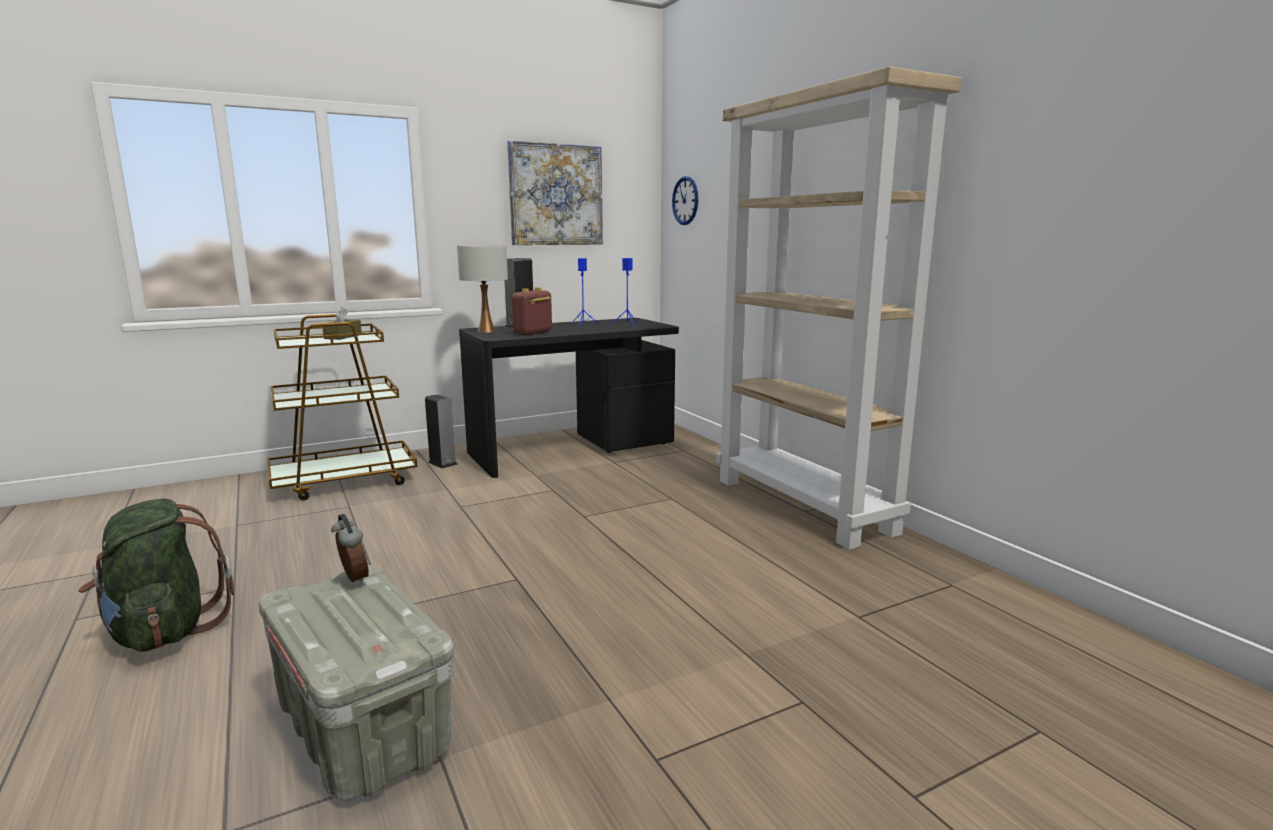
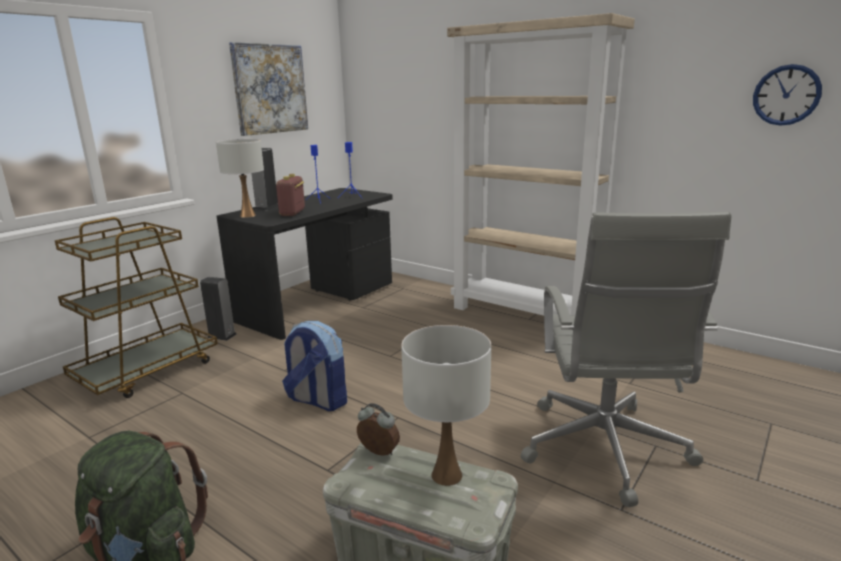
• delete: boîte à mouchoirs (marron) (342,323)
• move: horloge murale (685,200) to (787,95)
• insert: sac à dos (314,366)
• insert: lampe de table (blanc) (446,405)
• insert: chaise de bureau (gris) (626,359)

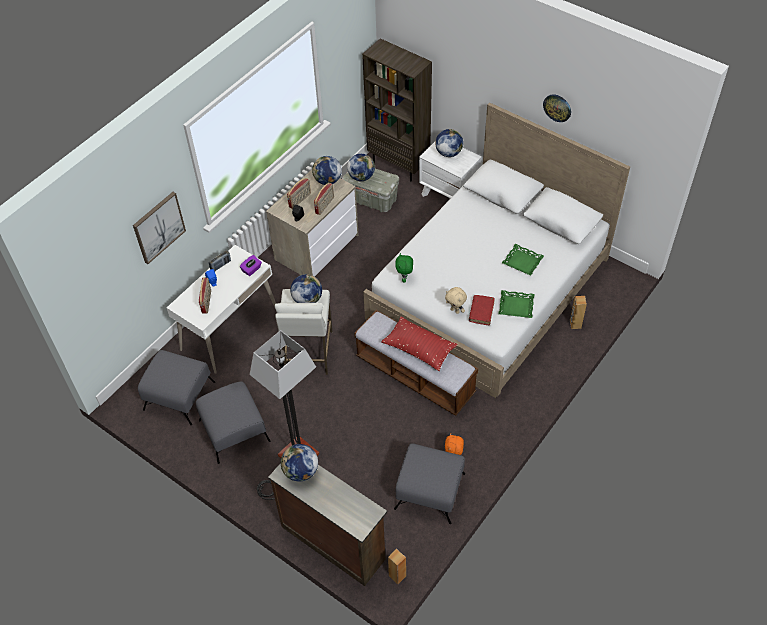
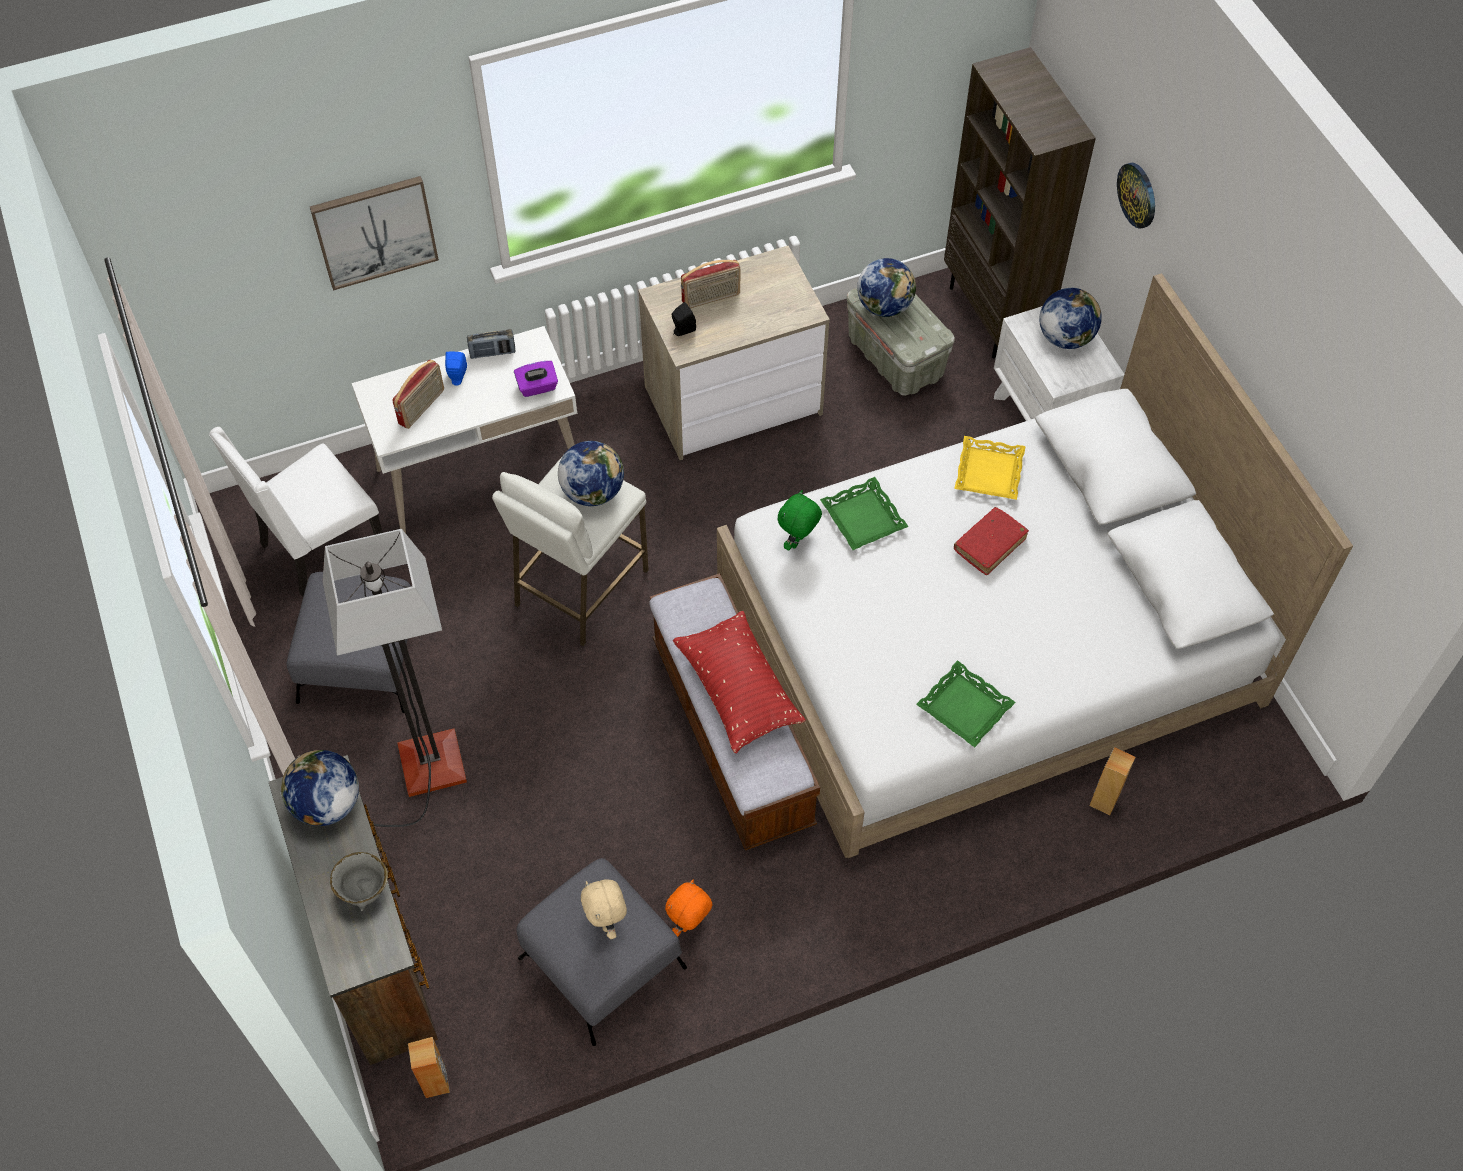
• replace: pouf (gris) (176,387) to chaise (blanc) (296,512)
• delete: globe (327,170)
• delete: radio (324,199)
• move: peluche (beige) (456,300) to (604,909)
• move: livre (rouge) (482,310) to (991,541)
• move: plateau (vert) (523,260) to (864,513)
• move: horloge murale (557,108) to (1136,196)
• insert: bol (gris) (359,881)
• insert: plateau (jaune) (990,468)

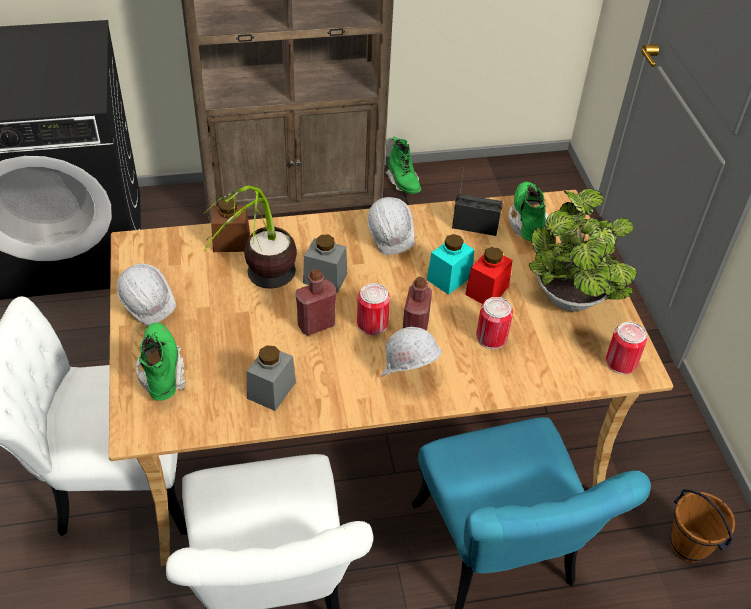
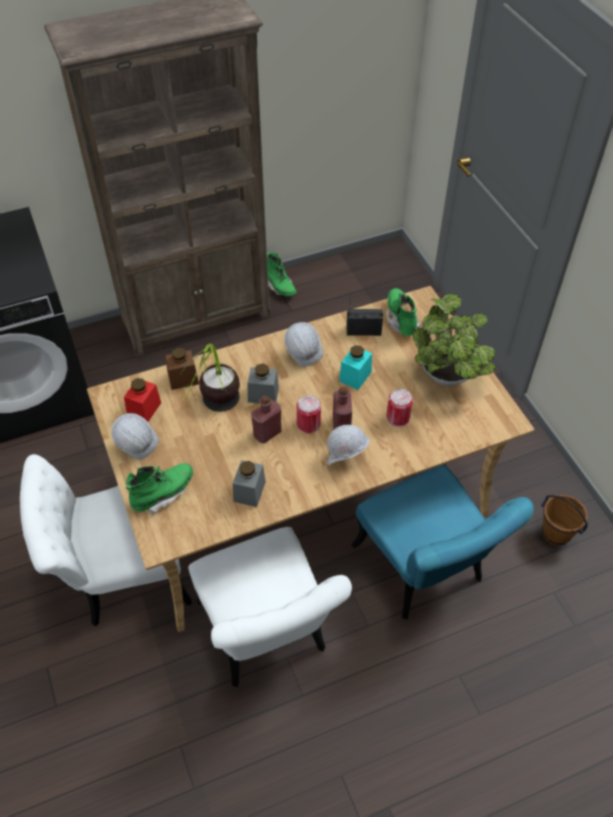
• rotate: botte (vert) (161,362) = (159,489) 75 degrees clockwise
• move: bocal (rouge) (489,275) to (142,400)
• delete: boîte métallique (626,348)

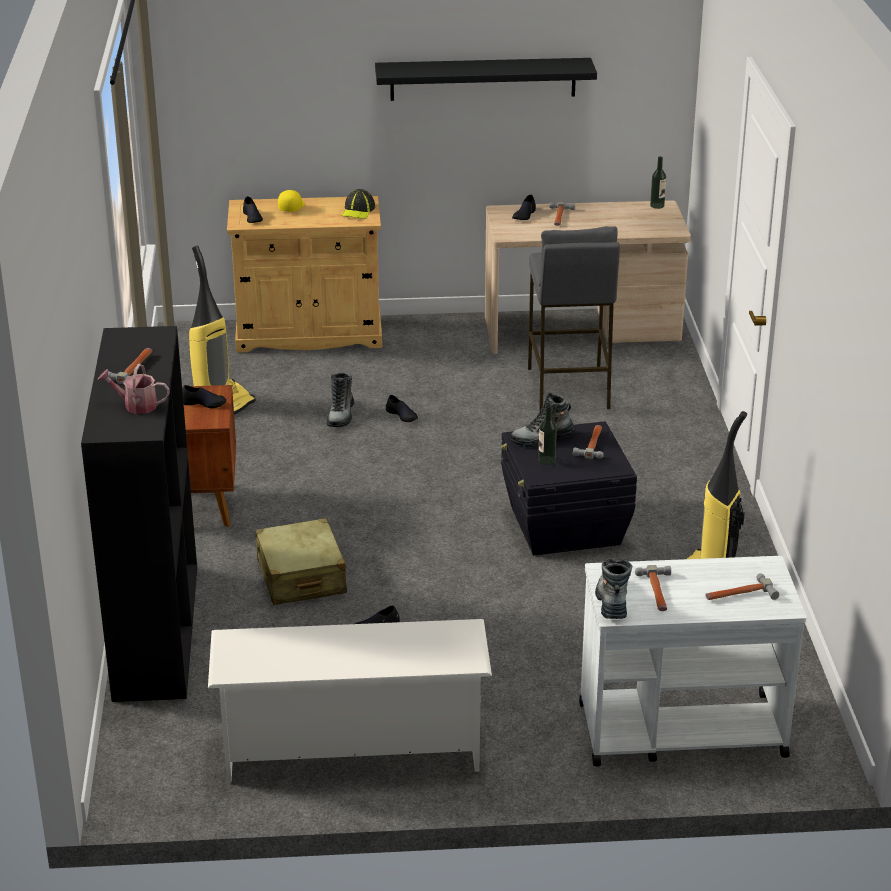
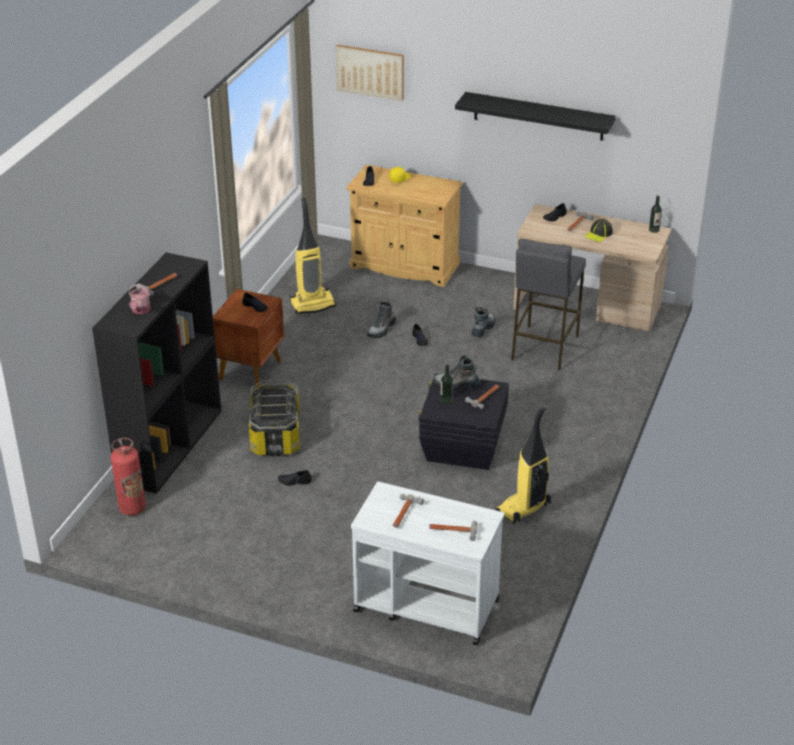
• rotate: arrosoir (133,389) = (140,299) 120 degrees counterclockwise
• delete: étagère à chaussures (blanc) (350,701)
• replace: valise (beige) (301,561) to boîte de rangement (274,418)
• move: casquette (358,204) to (599,230)
• move: botte (613,588) to (483,322)
• insert: extincteur (128,477)
• insert: tableau (370,73)

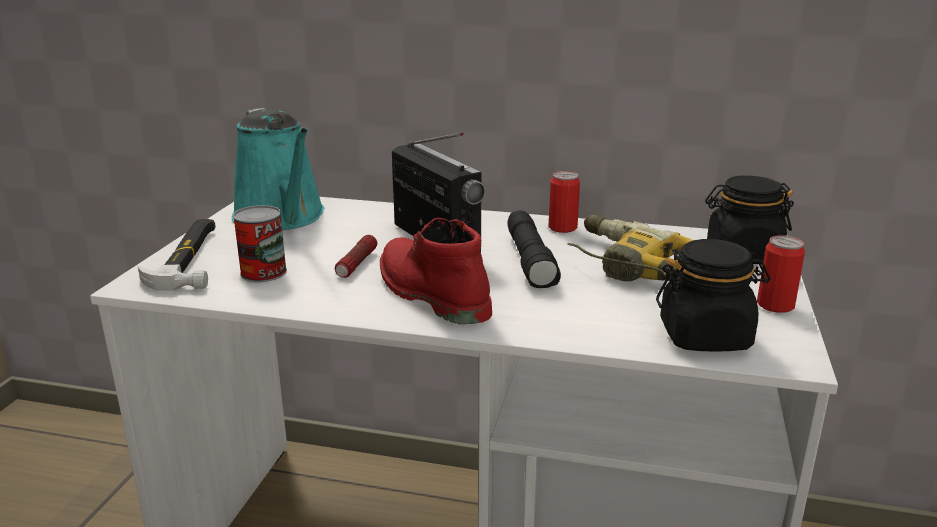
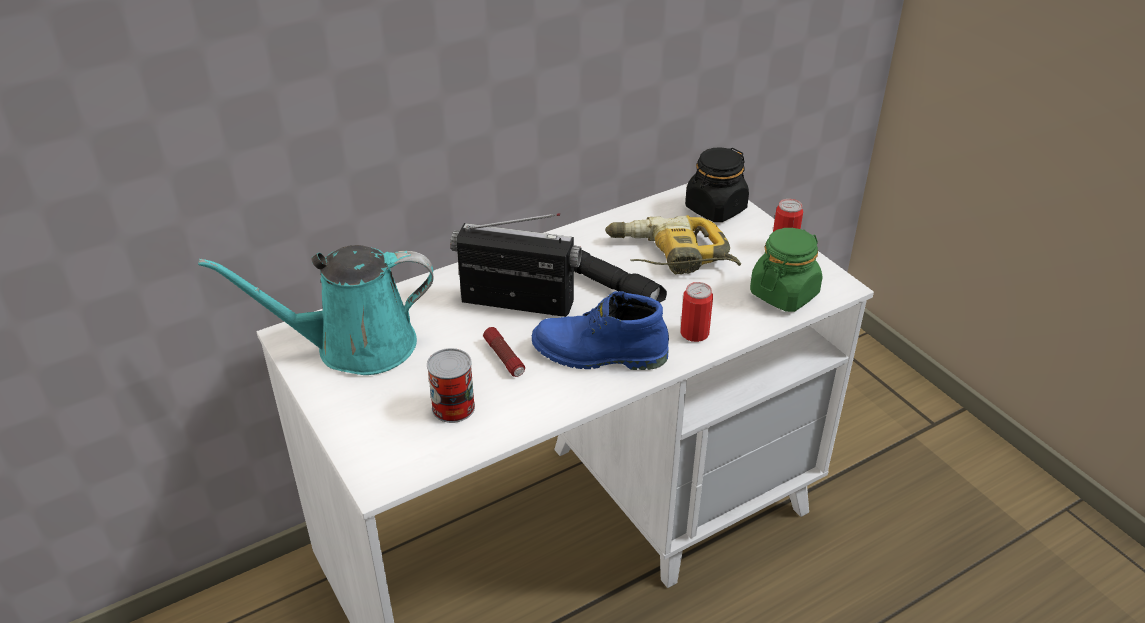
• delete: marteau (177,255)
• rotate: arrosoir (turquoise) (278,169) = (316,310) 150 degrees clockwise
• recolor: botte (rouge) (436,271) to botte (bleu) (600,330)
• move: boîte métallique (564,202) to (696,312)
• recolor: bocal (noir) (713,295) to bocal (vert) (786,270)

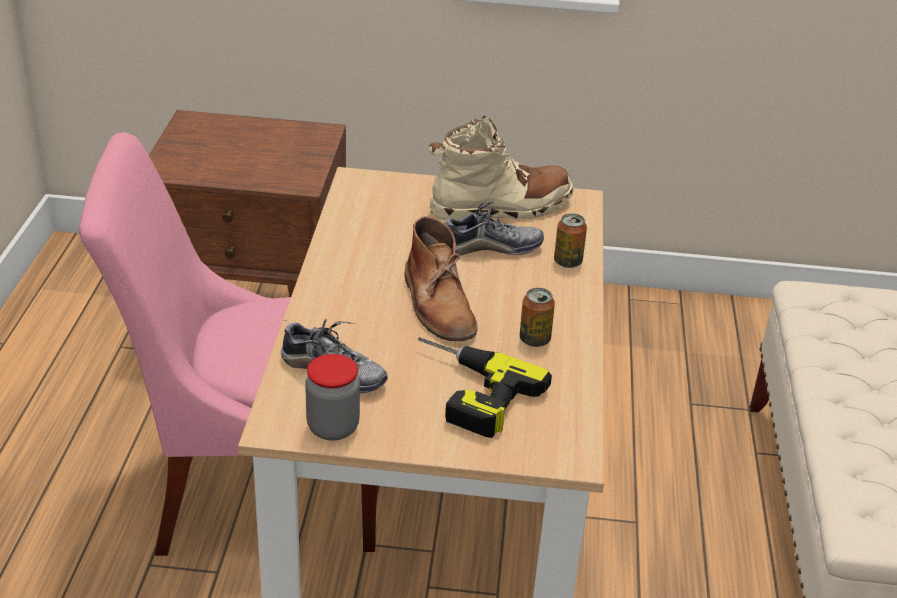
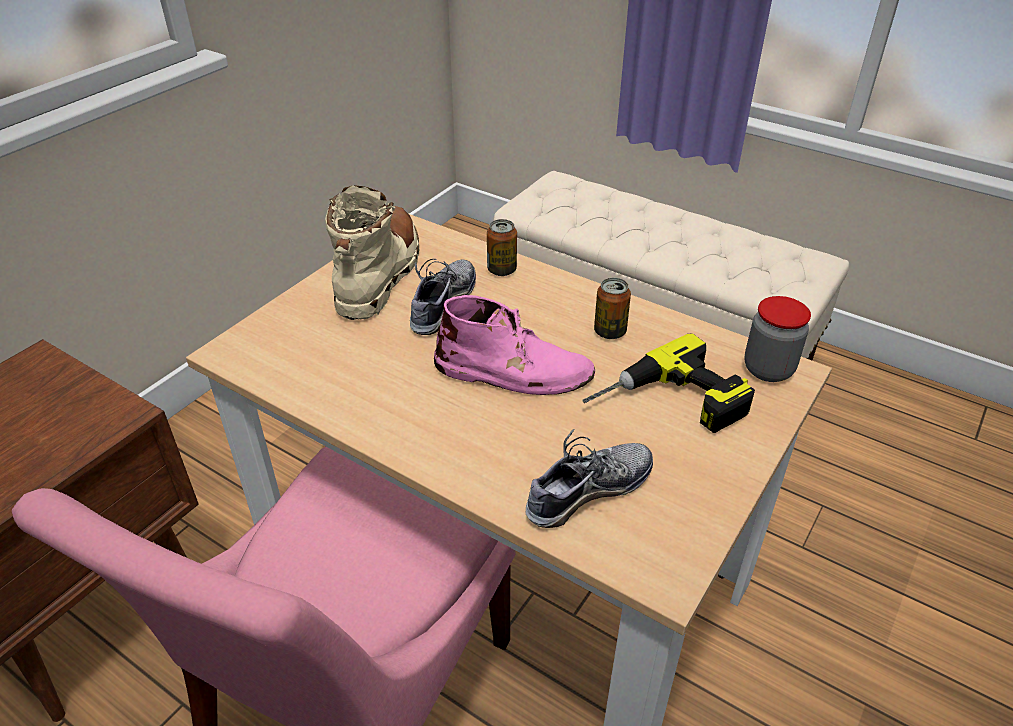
• move: bocal (332,397) to (777,339)
• recolor: botte (marron) (440,278) to botte (rose) (514,345)

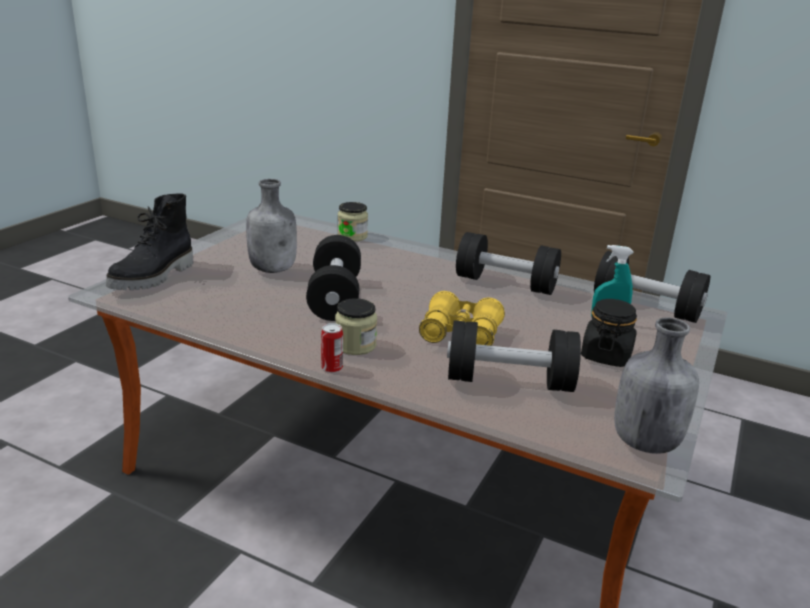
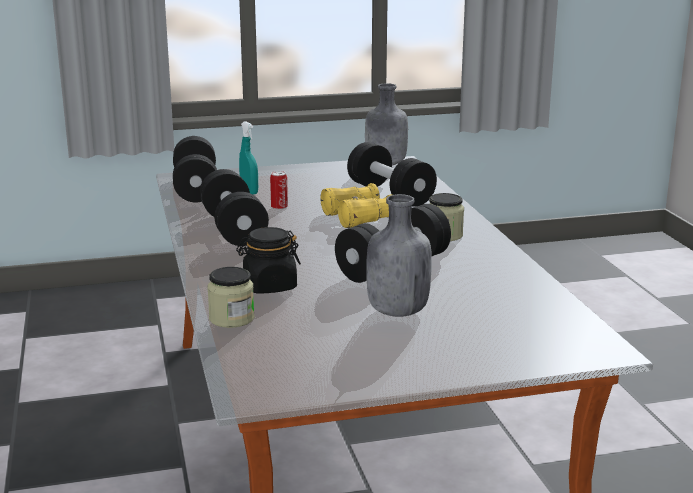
• delete: botte (noir) (149,241)
• move: boîte métallique (332,348) to (279,190)
• move: bocal (noir) (609,333) to (268,260)

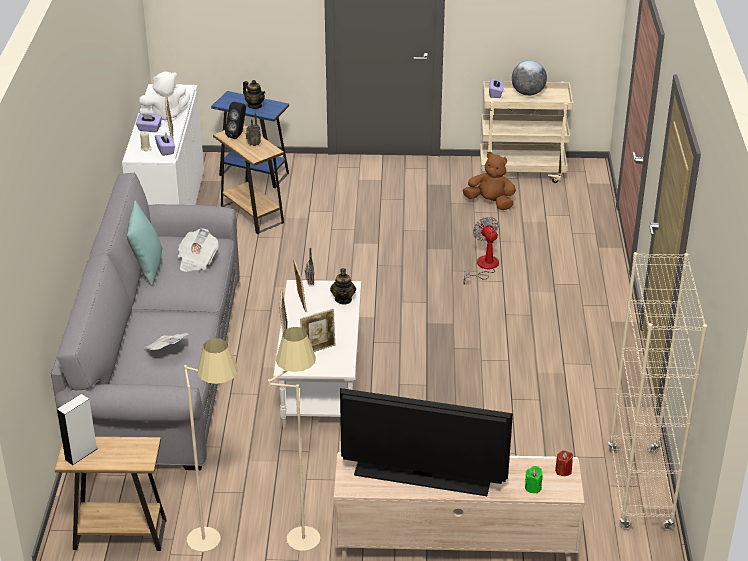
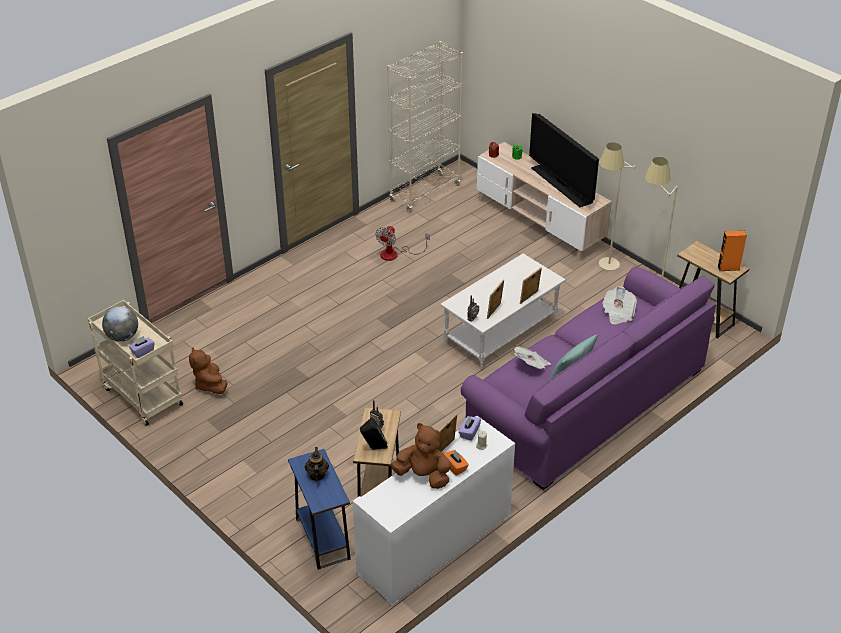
• recolor: canapé (gris) (145,321) to canapé (violet) (588,378)
• recolor: enceinte (gris) (77,429) to enceinte (orange) (732,251)
• recolor: boîte à mouchoirs (violet) (149,122) to boîte à mouchoirs (orange) (456,463)
• recolor: peluche (blanc) (164,96) to peluche (marron) (421,456)
• delete: cadre photo (318,330)
• delete: théière (343,286)
• move: ventilateur (481,251) to (402,243)

